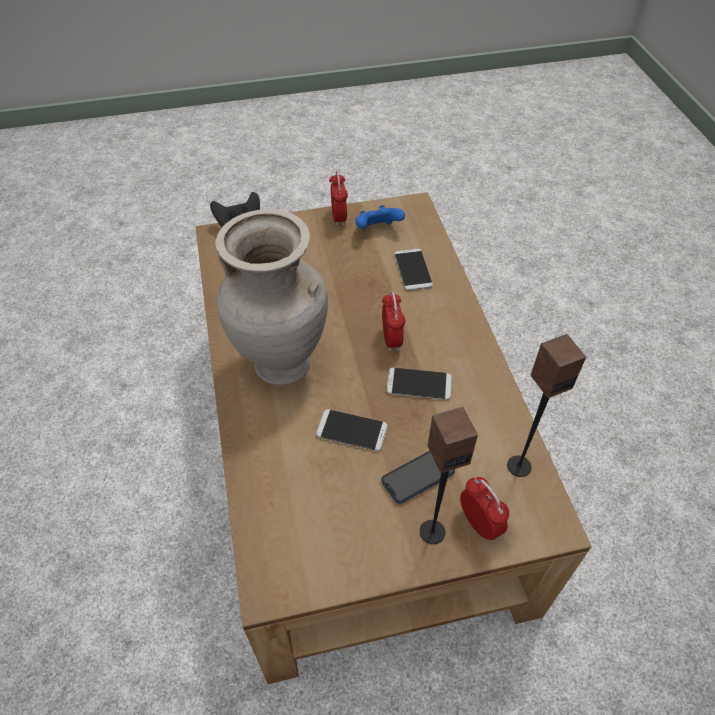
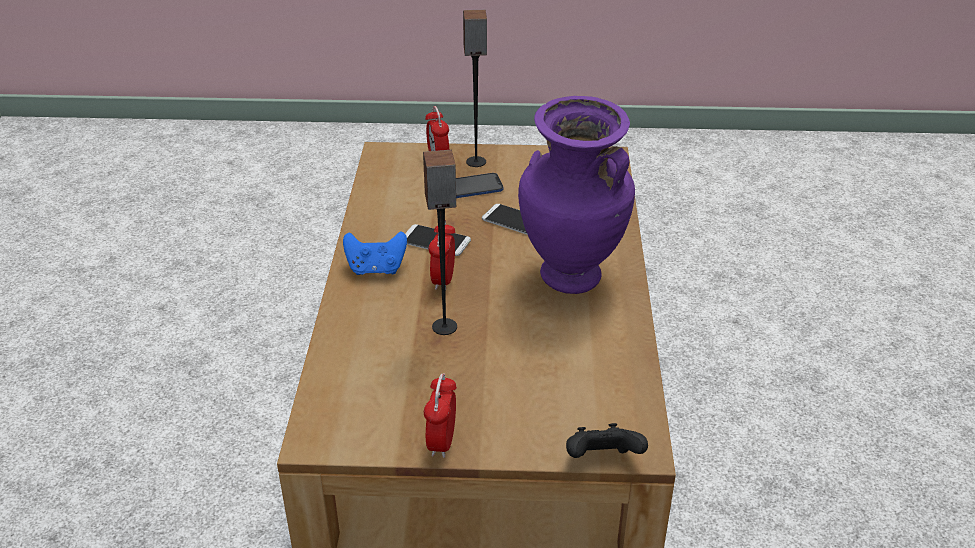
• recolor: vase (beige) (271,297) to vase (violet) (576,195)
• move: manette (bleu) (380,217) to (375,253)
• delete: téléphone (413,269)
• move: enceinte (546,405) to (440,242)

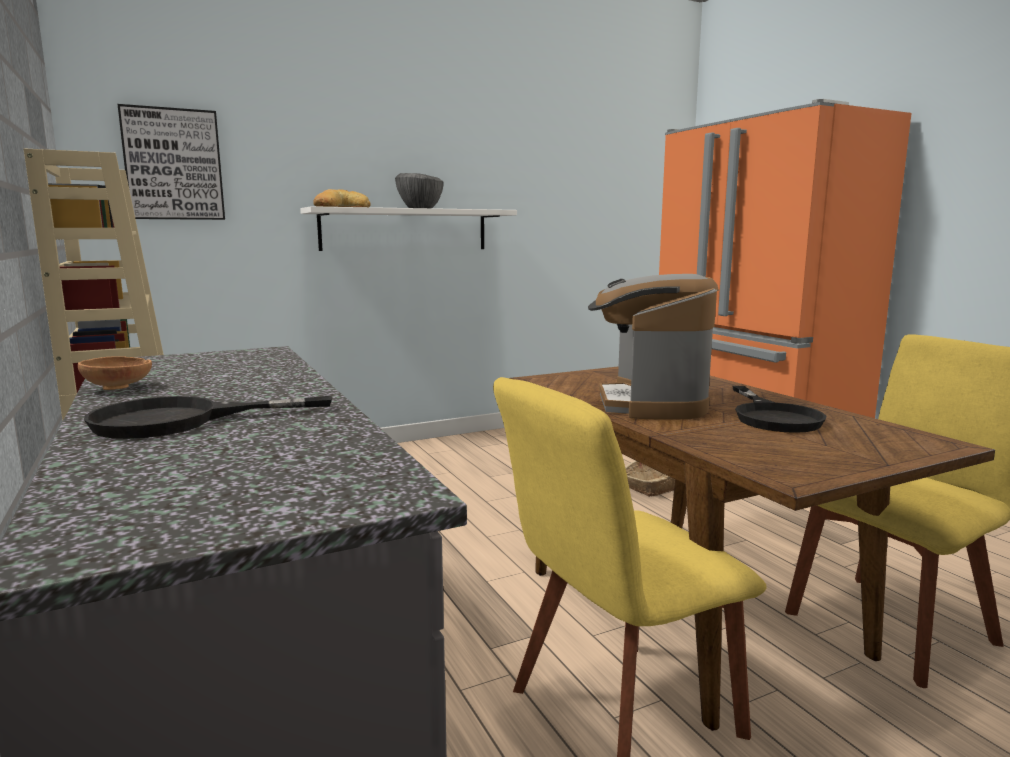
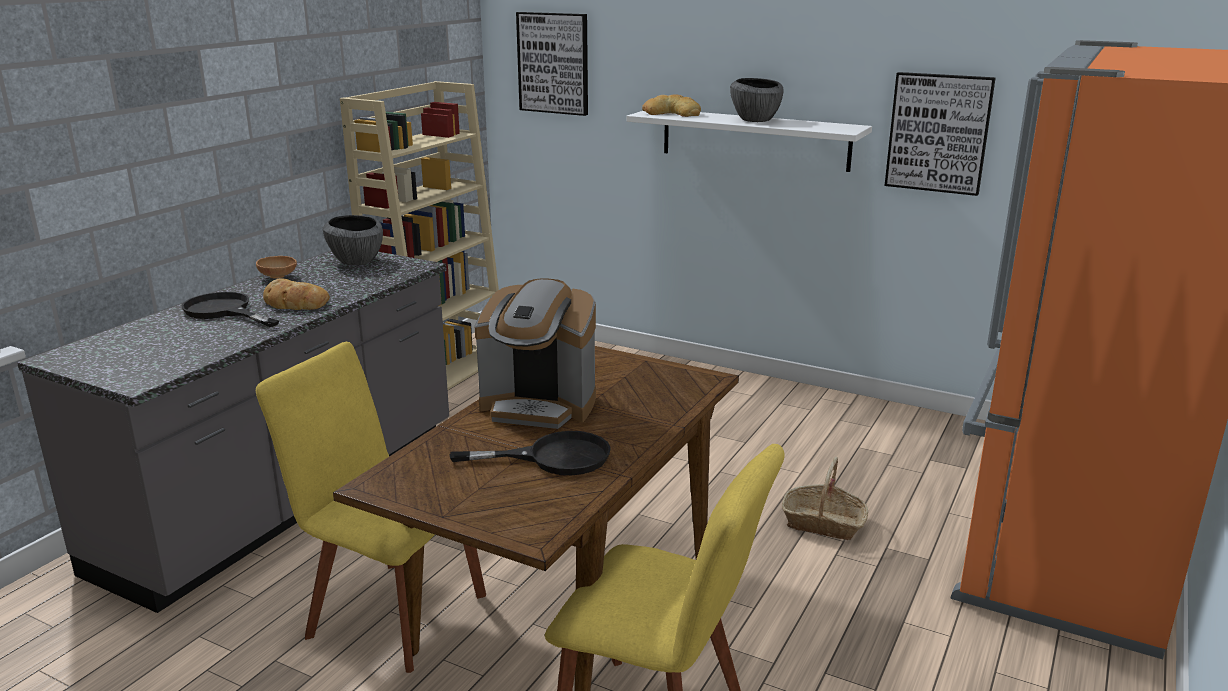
• rotate: machine à café (653,347) = (535,353) 135 degrees counterclockwise
• rotate: poêle (noir) (779,409) = (530,453) 150 degrees counterclockwise
• insert: pain (296,294)
• insert: bol (352,240)
• insert: tableau (940,134)

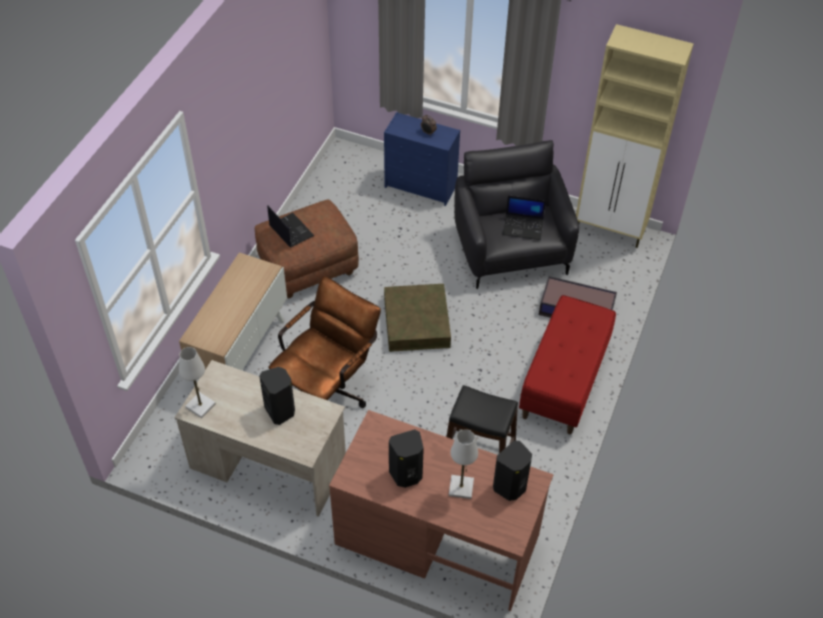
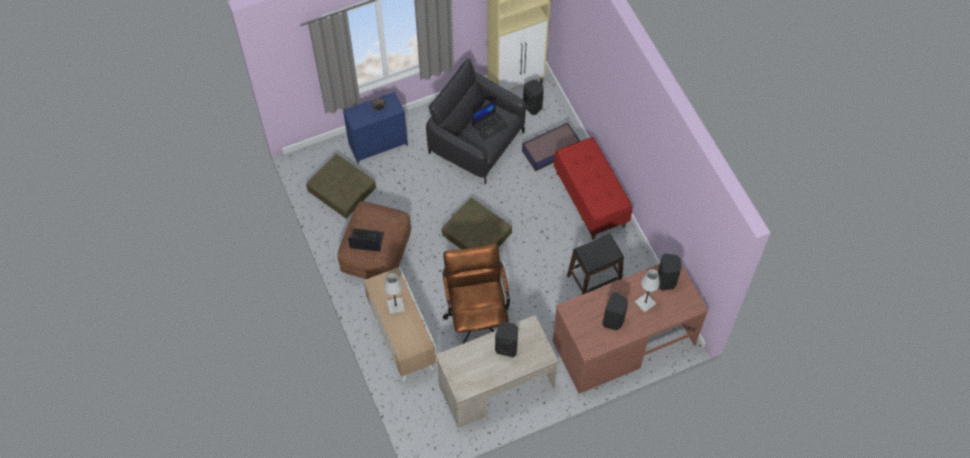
• move: lampe de table (blanc) (197,382) to (394,293)
• insert: boîte de rangement (marron) (341,186)
• insert: enceinte (noir) (533,97)

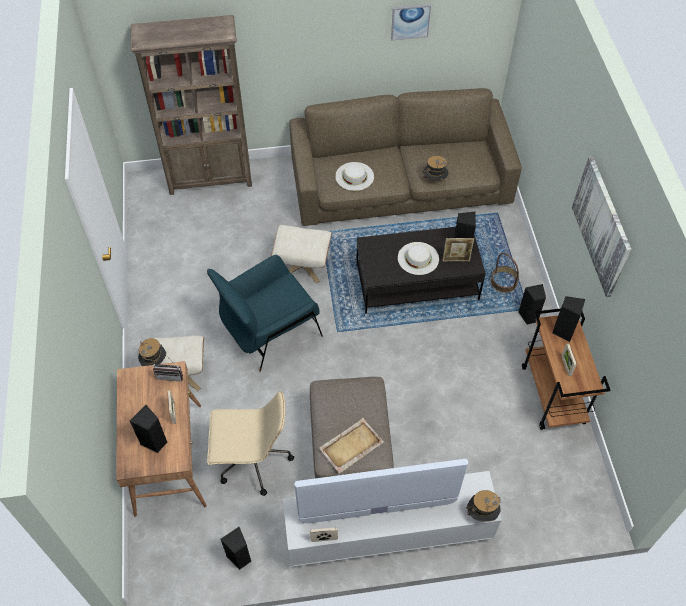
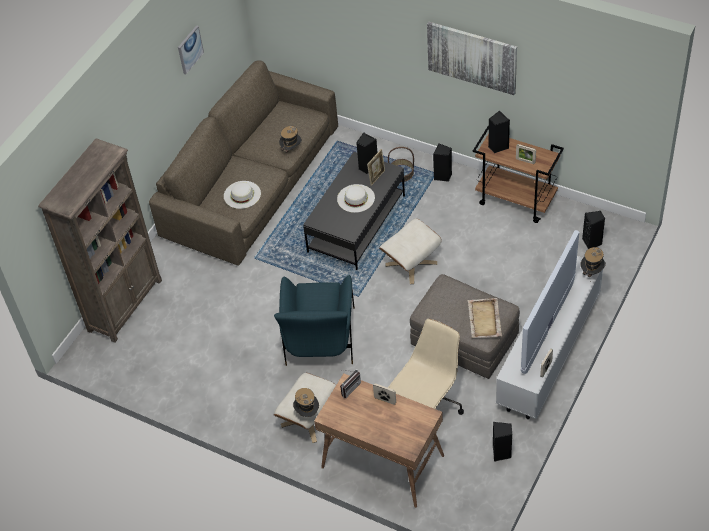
• move: enceinte (noir) (149,429) to (593,230)
• move: pouf (beige) (301,254) to (410,251)

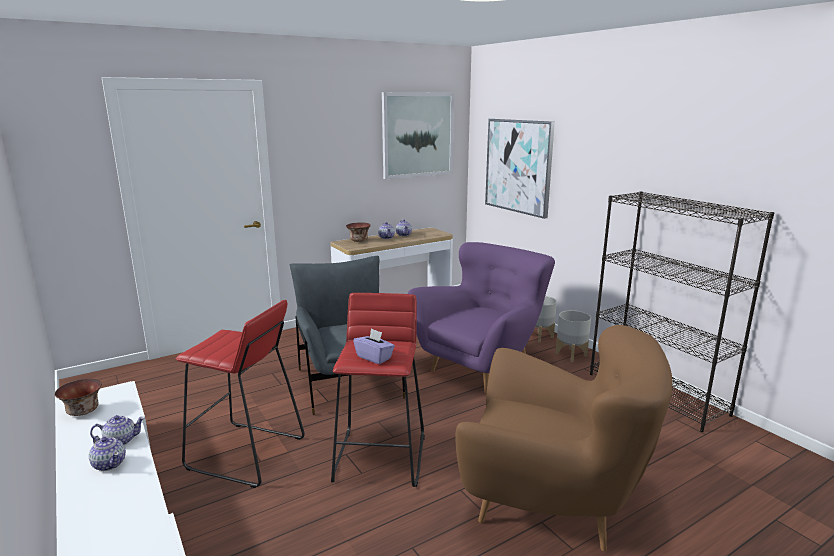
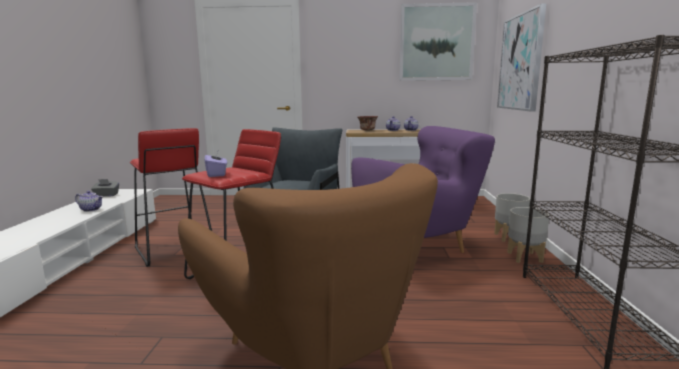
• replace: bol (78,397) to boîte à mouchoirs (gris) (105,188)
• delete: théière (107,453)

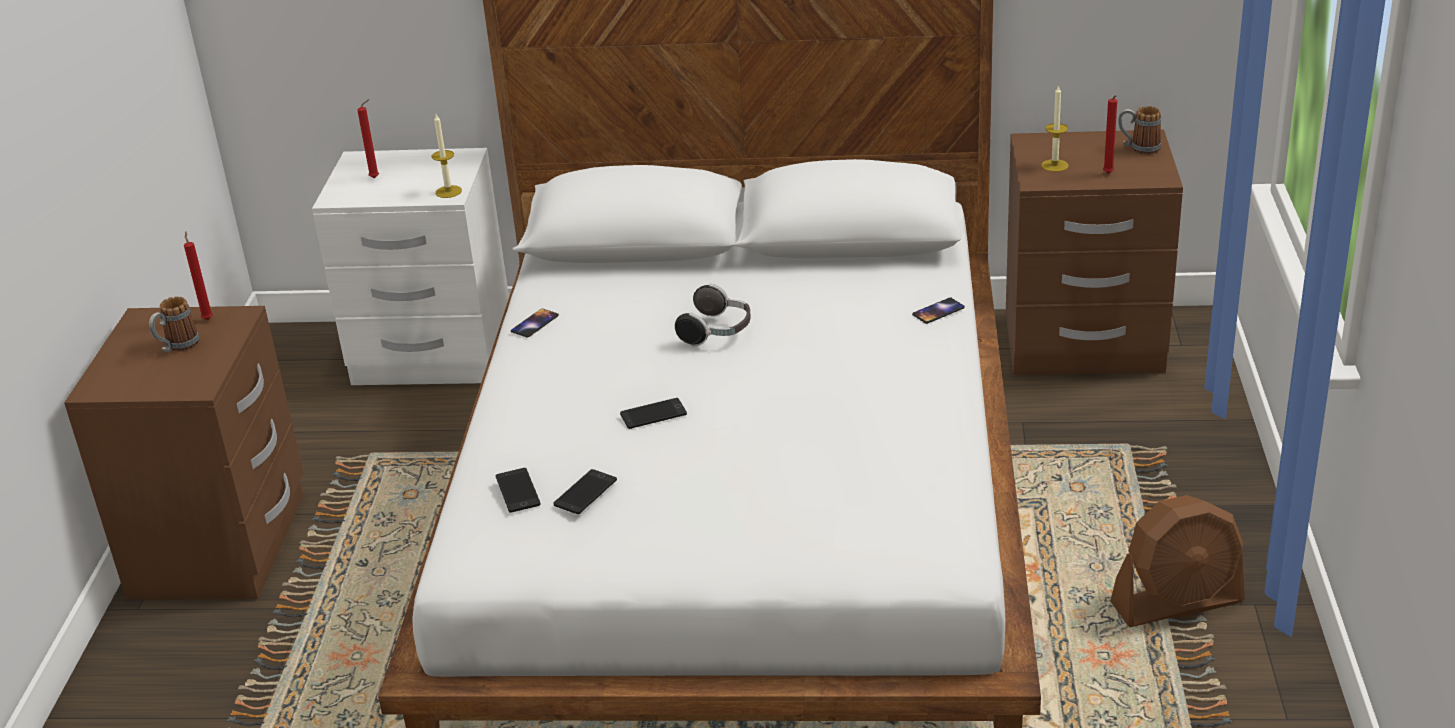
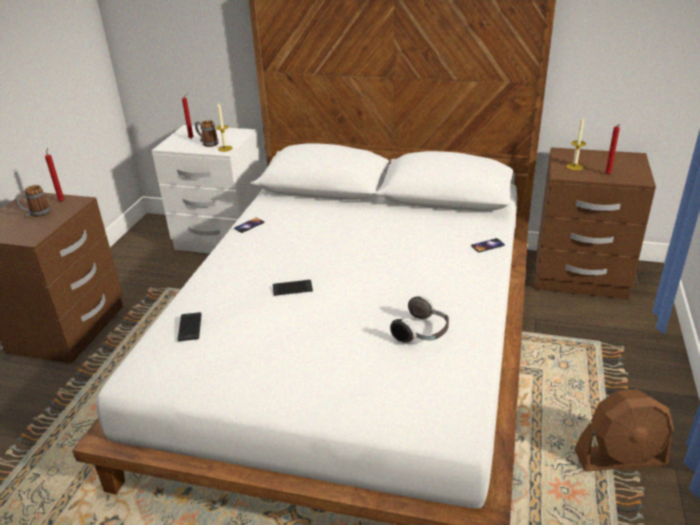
• delete: téléphone (585,491)
• move: casque audio (713,315) to (419,320)
• move: mug (1139,130) to (207,133)

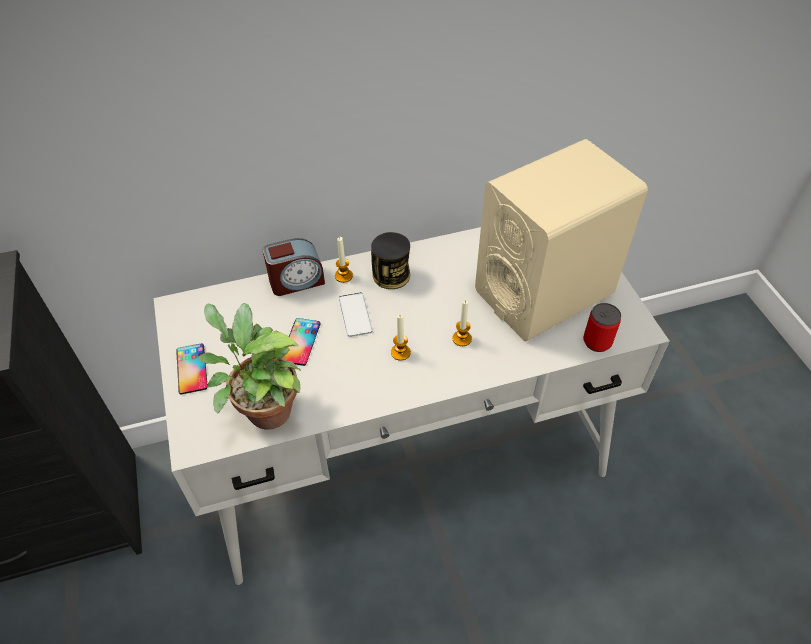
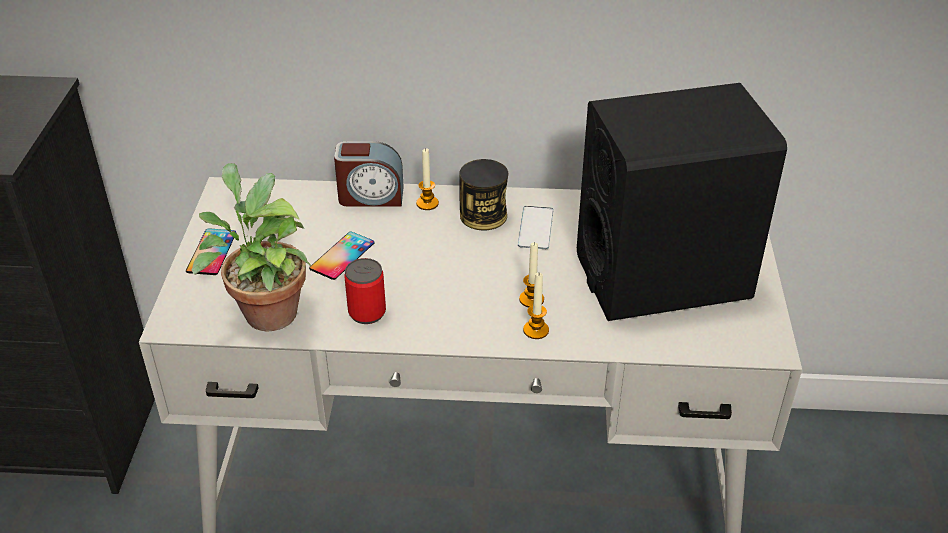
• move: téléphone (356,314) to (536,227)
• move: bougie (401,338) to (536,306)
• recolor: enceinte (beige) (561,240) to enceinte (noir) (682,202)
• move: boîte métallique (602,327) to (365,291)

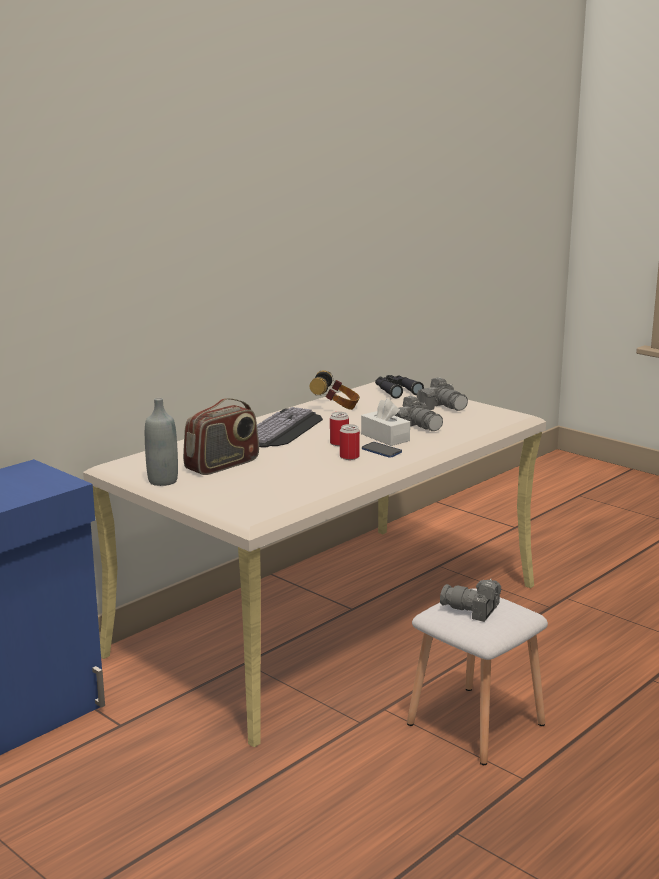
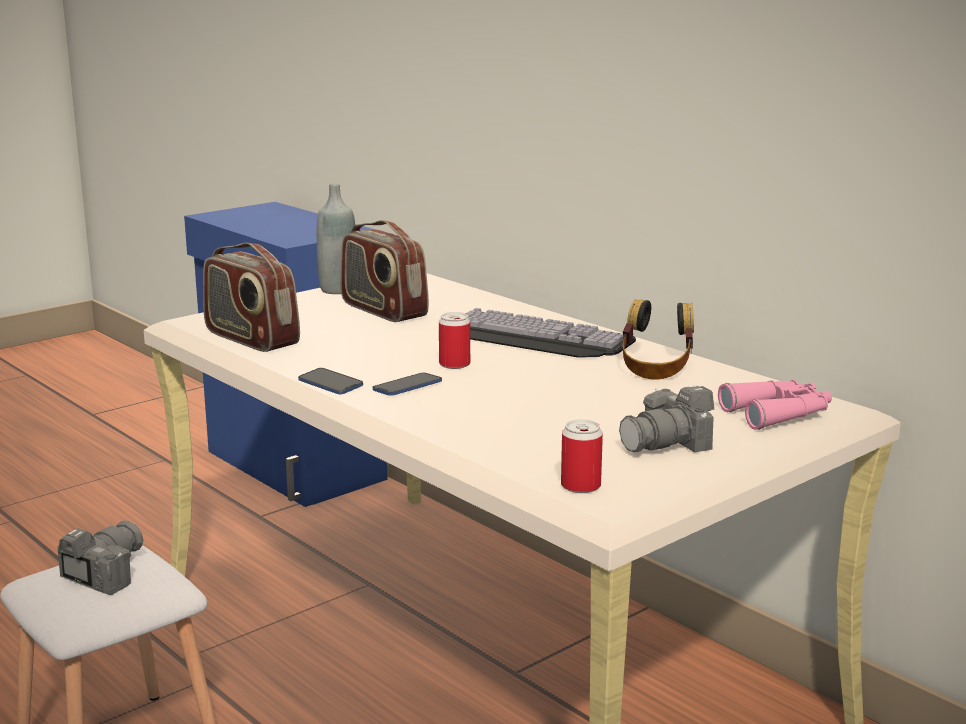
• move: boîte métallique (350,442) to (582,456)
• delete: boîte à mouchoirs (blanc) (385,422)
• recolor: jumelles (noir) (399,386) to jumelles (rose) (775,405)
• delete: appareil photo (418,413)
• insert: radio (251,297)
• insert: téléphone (330,381)

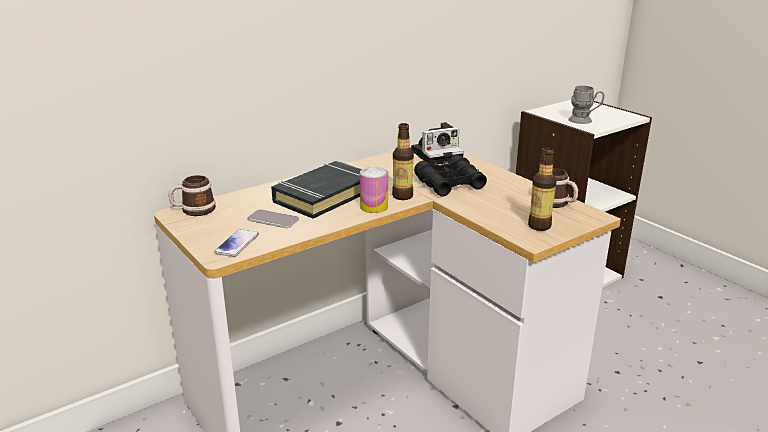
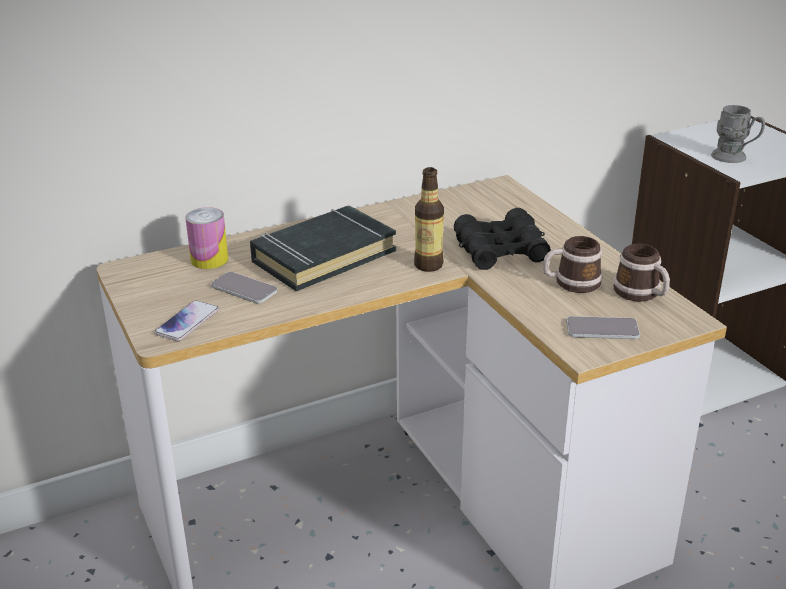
• move: mug (192,195) to (573,264)
• move: boîte métallique (374,190) to (206,238)
• delete: appareil photo (437,143)
• replace: bouteille (542,189) to téléphone (603,327)

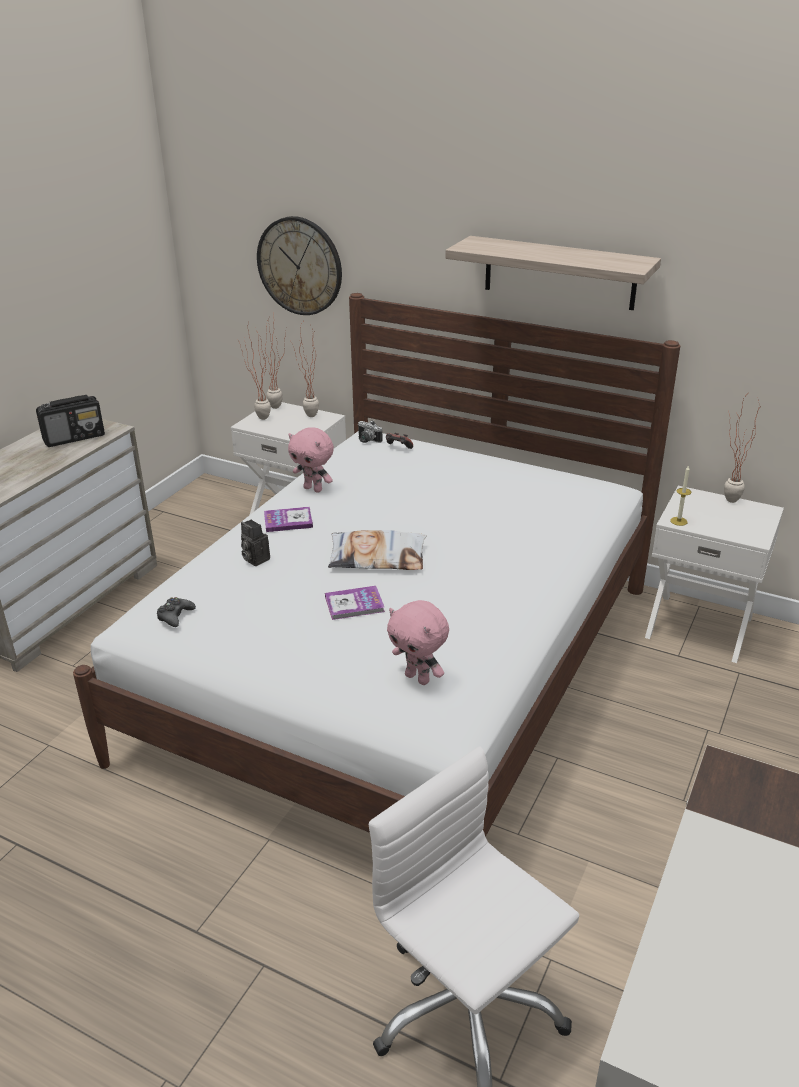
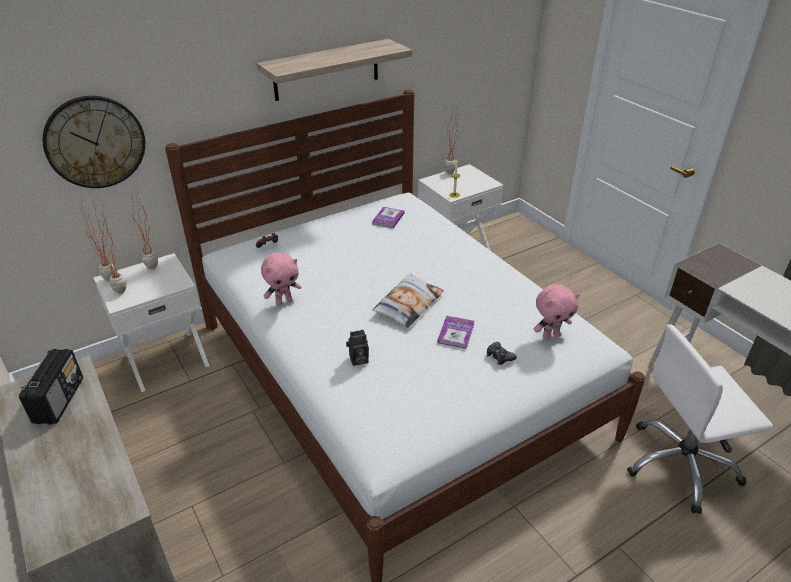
• move: manette (noir) (176,612) to (501,353)
• move: livre (288,519) to (388,217)
• delete: appareil photo (370,431)

